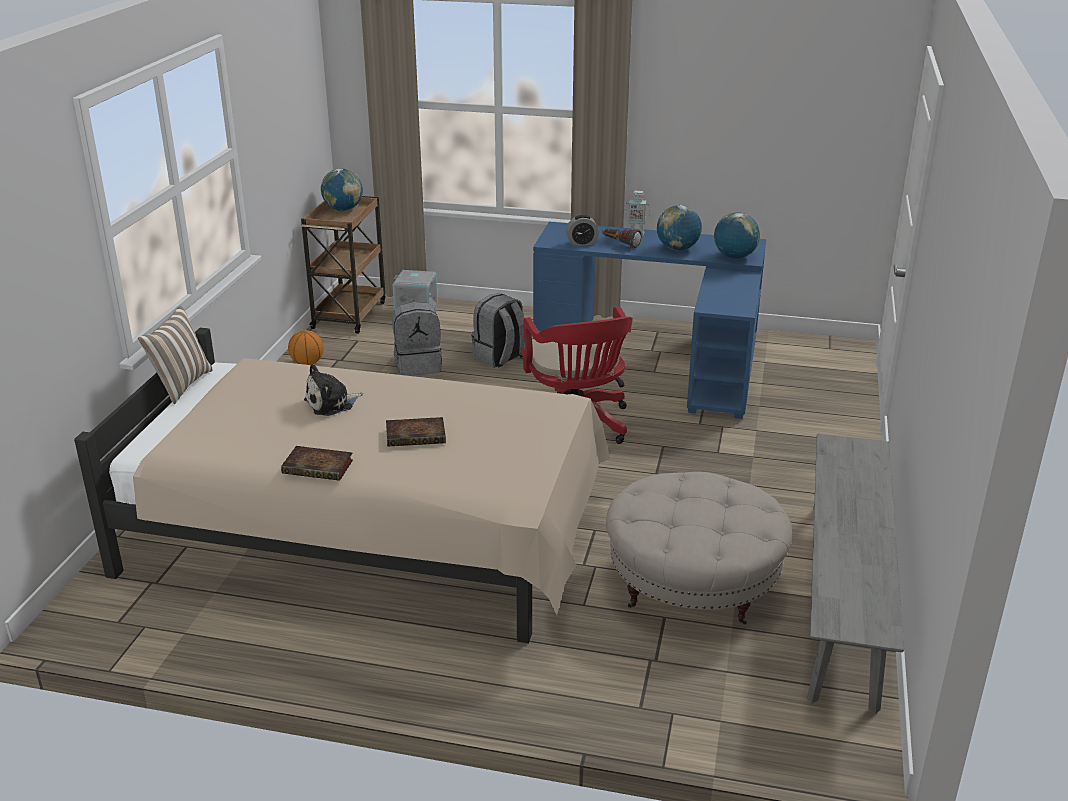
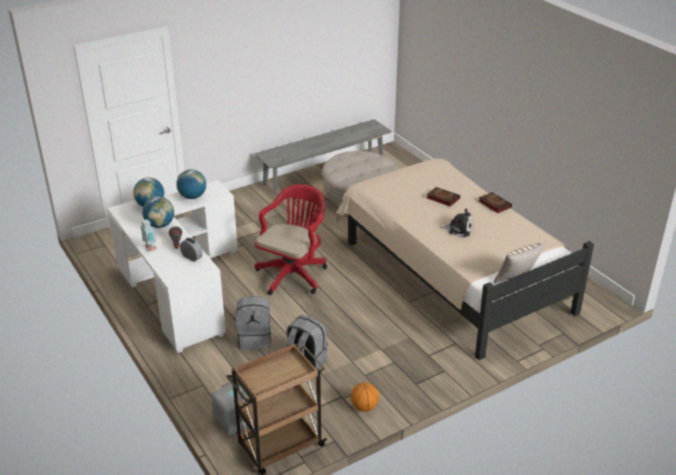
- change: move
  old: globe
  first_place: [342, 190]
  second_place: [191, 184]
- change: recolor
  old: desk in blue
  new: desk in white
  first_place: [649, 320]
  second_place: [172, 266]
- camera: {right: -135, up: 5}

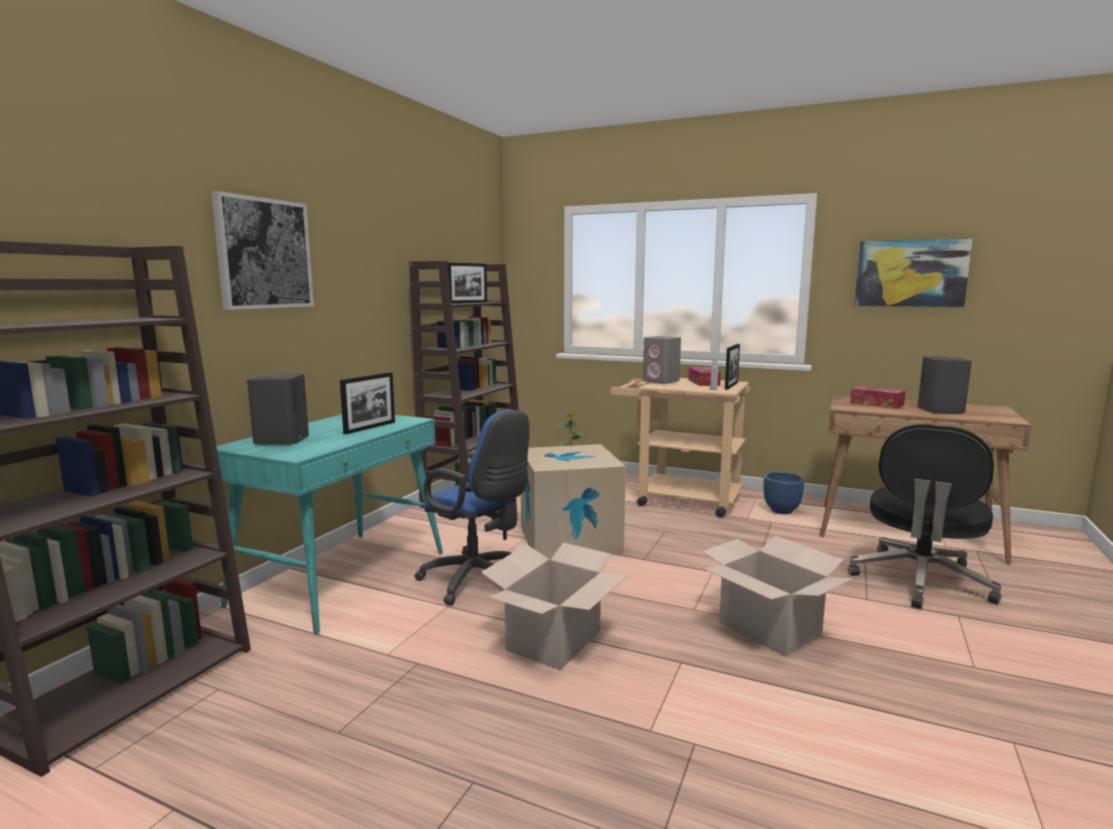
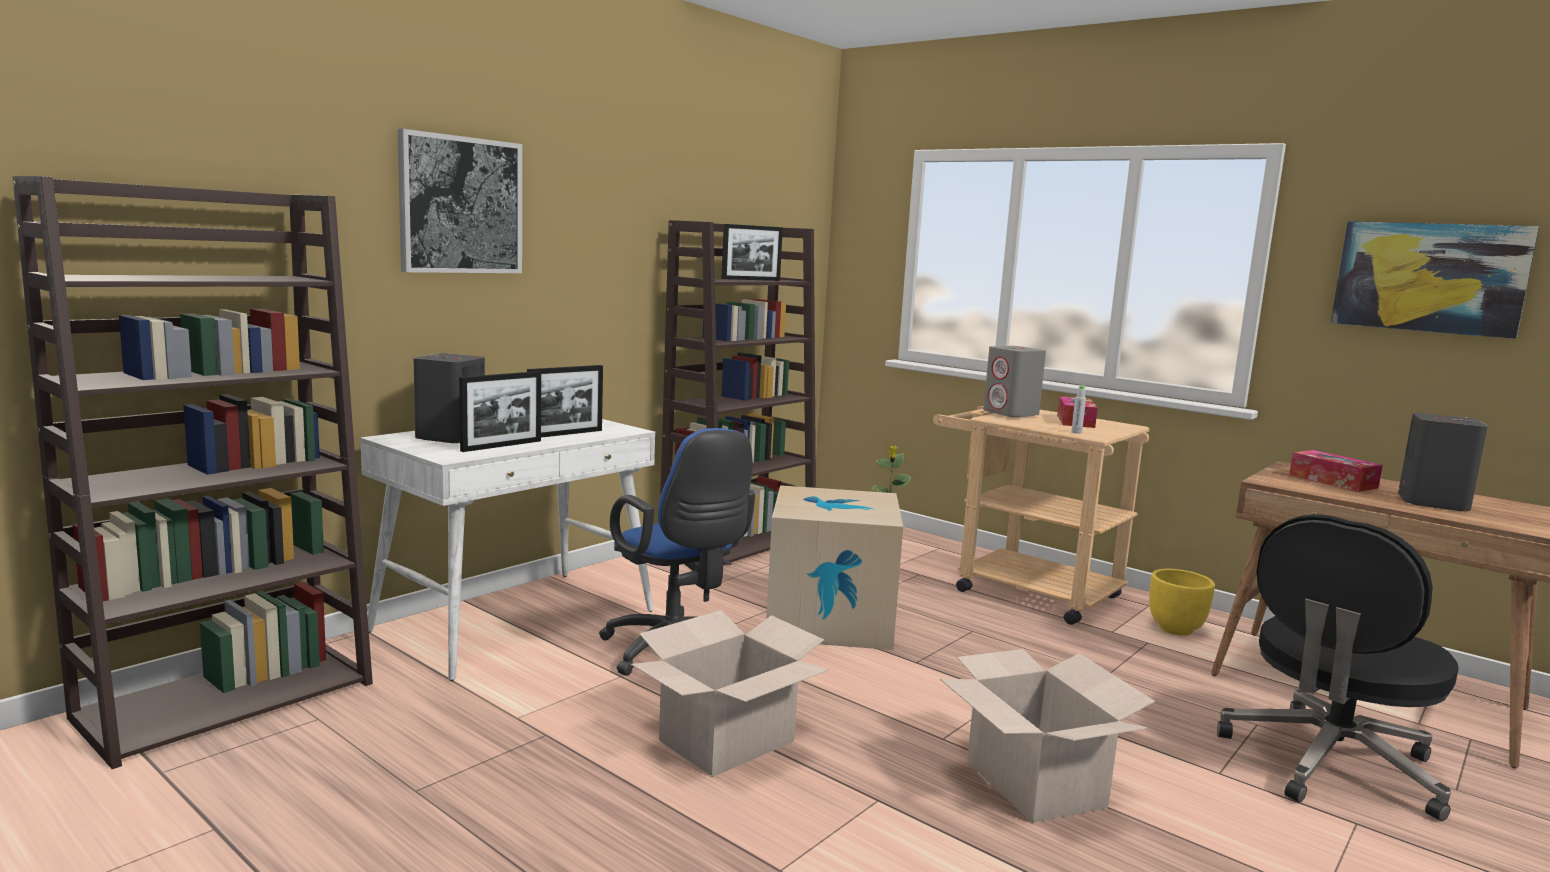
- change: recolor
  old: desk in turquoise
  new: desk in white
  first_place: [329, 524]
  second_place: [507, 550]
- change: move
  old: picture frame
  first_place: [732, 367]
  second_place: [500, 411]
- change: recolor
  old: planter in blue
  new: planter in yellow
  first_place: [784, 493]
  second_place: [1182, 602]
- camera: {right: 15, up: 0}

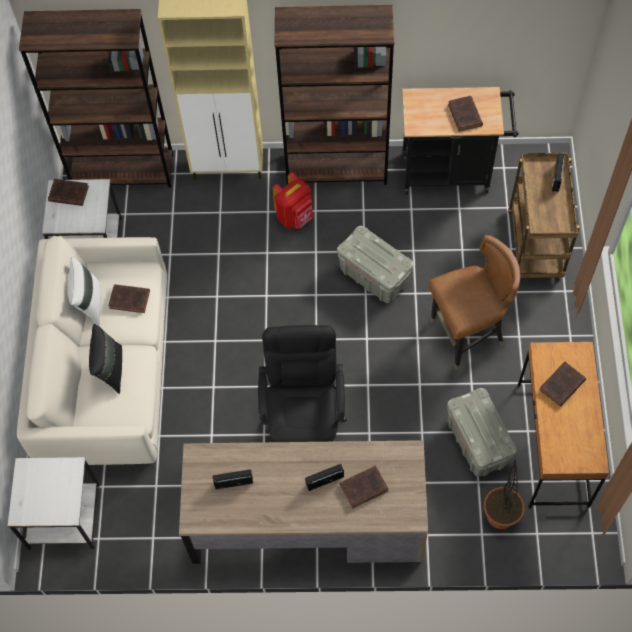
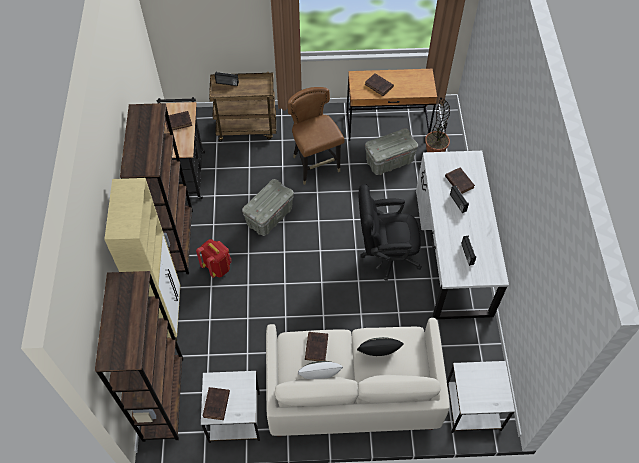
- change: recolor
  old: desk in brown
  new: desk in white
  first_place: [303, 502]
  second_place: [462, 235]
- camera: {right: -95, up: -5}

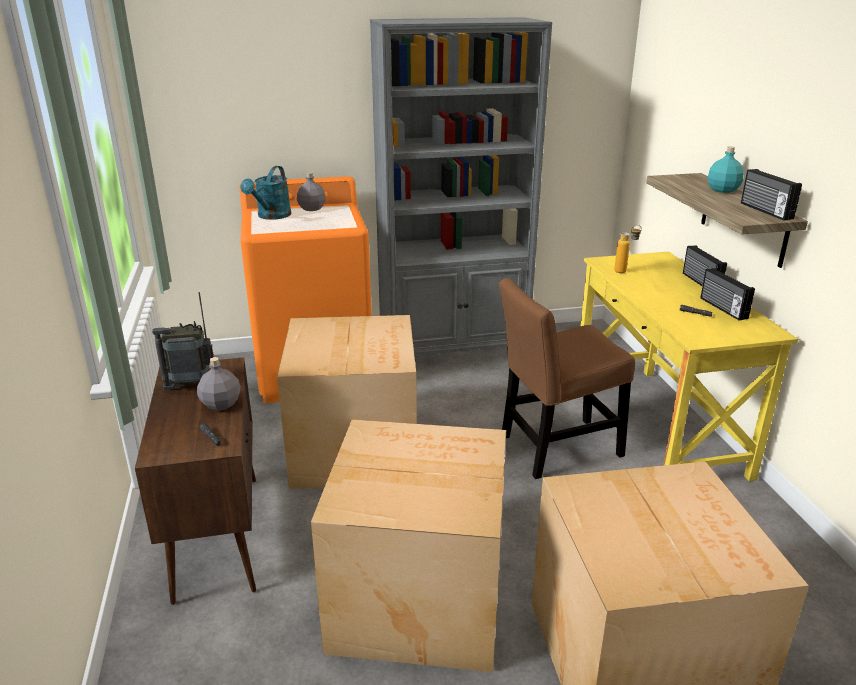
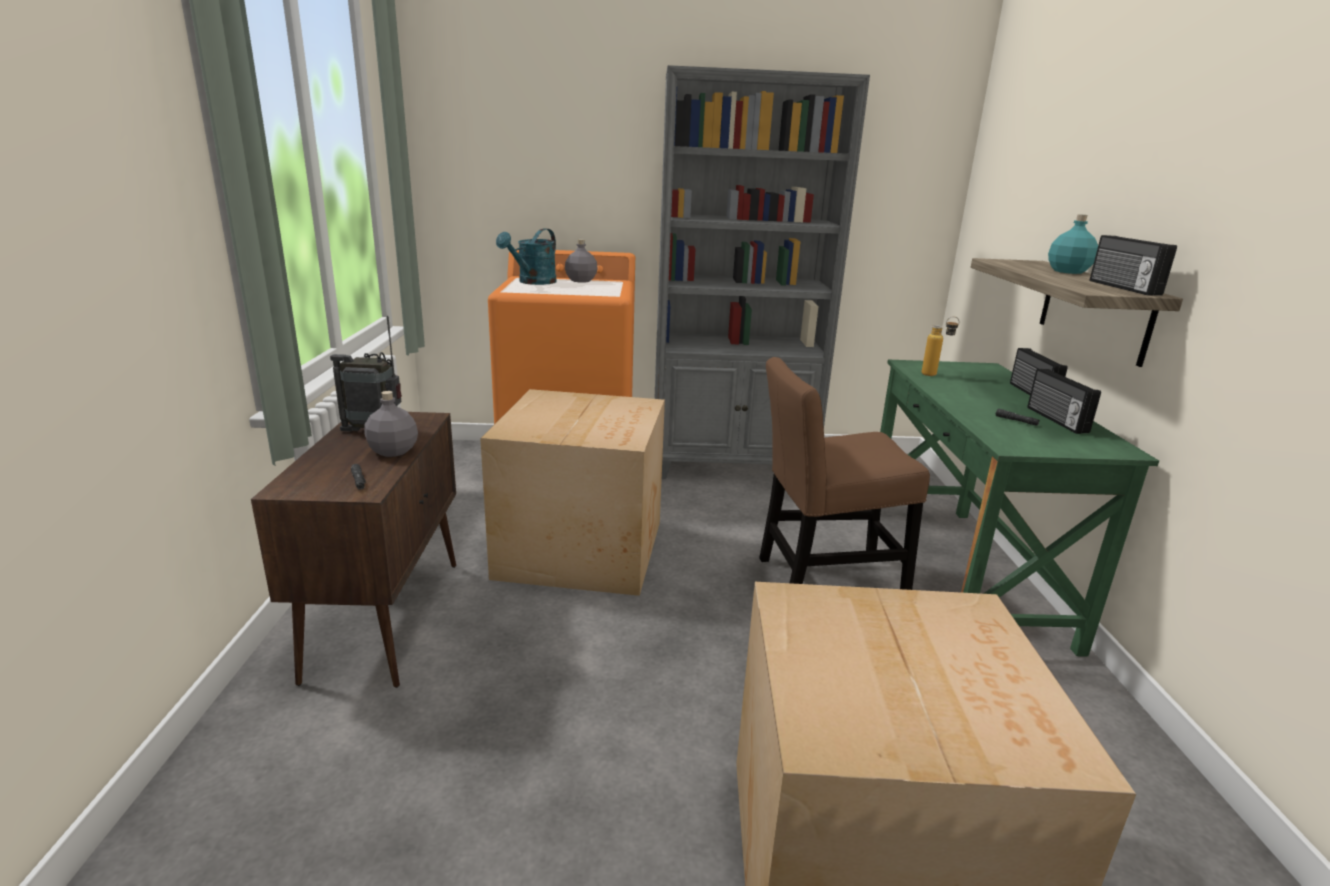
- change: delete
  old: cardboard box
  first_place: [408, 545]
- change: recolor
  old: desk in yellow
  new: desk in green
  first_place: [689, 366]
  second_place: [1019, 508]
- camera: {right: 10, up: -5}

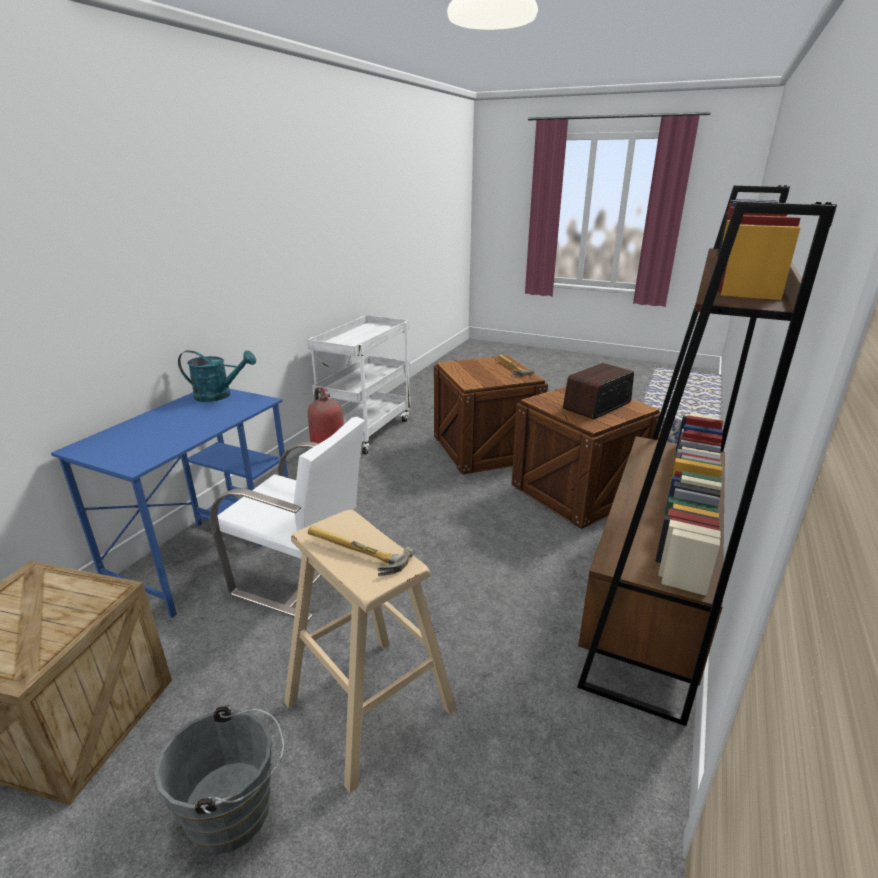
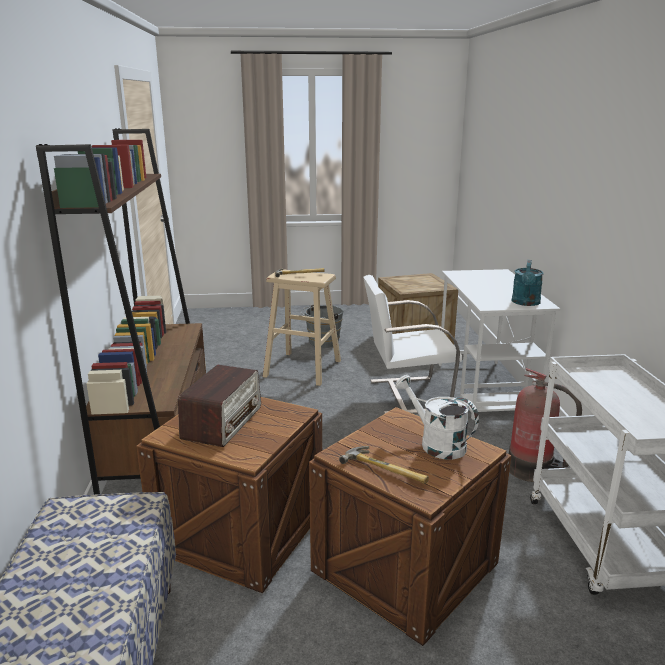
- change: recolor
  old: desk in blue
  new: desk in white
  first_place: [169, 503]
  second_place: [499, 344]
- change: rotate
  old: watering can in turquoise
  first_place: [217, 376]
  second_place: [527, 283]
  degrees: -45
- change: insert
  new: watering can in white
  second_place: [437, 417]
- camera: {right: 150, up: -5}

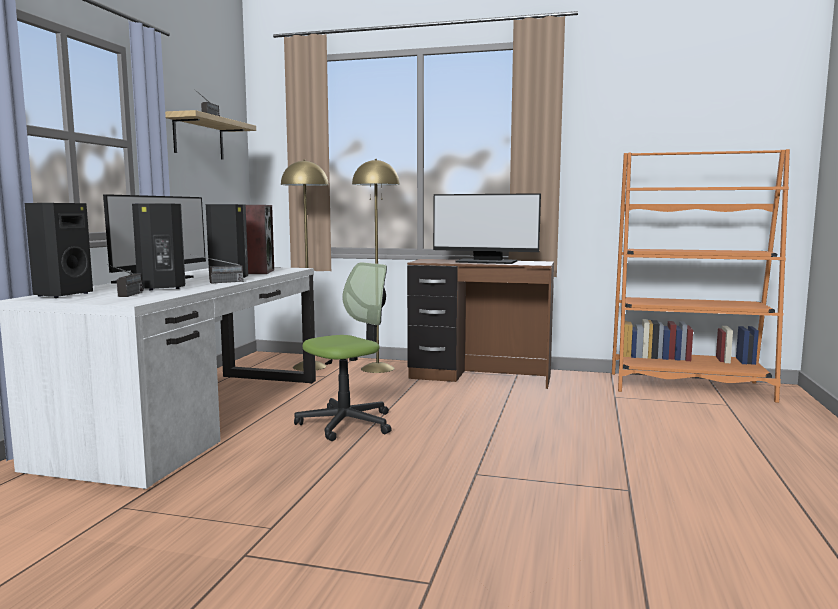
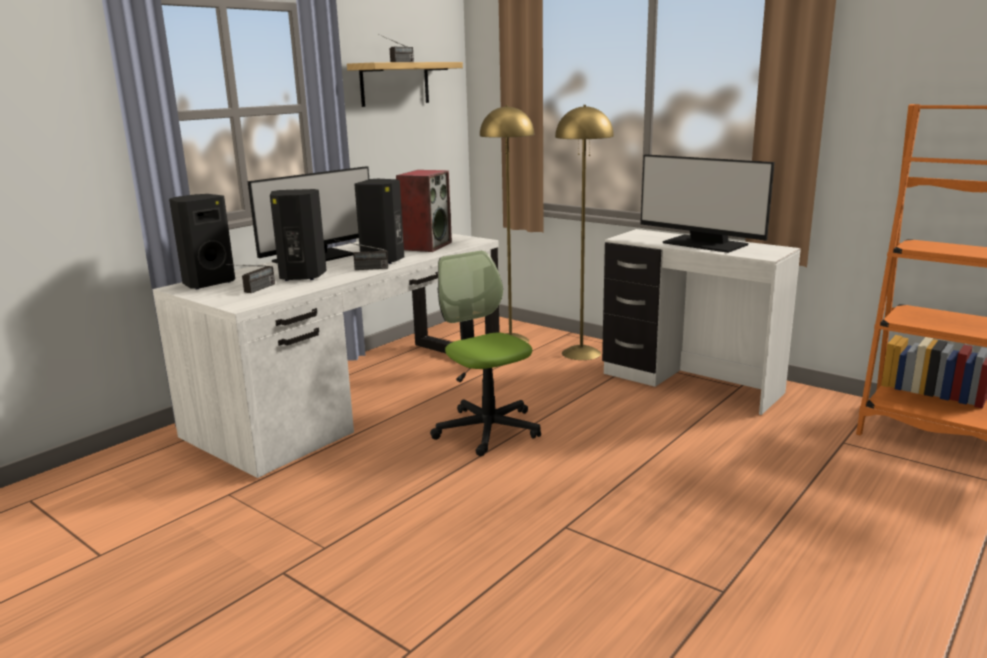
- change: rotate
  old: office chair
  first_place: [343, 351]
  second_place: [485, 353]
  degrees: -105
- change: recolor
  old: desk in brown
  new: desk in white
  first_place: [480, 324]
  second_place: [701, 322]
- camera: {right: 25, up: 10}

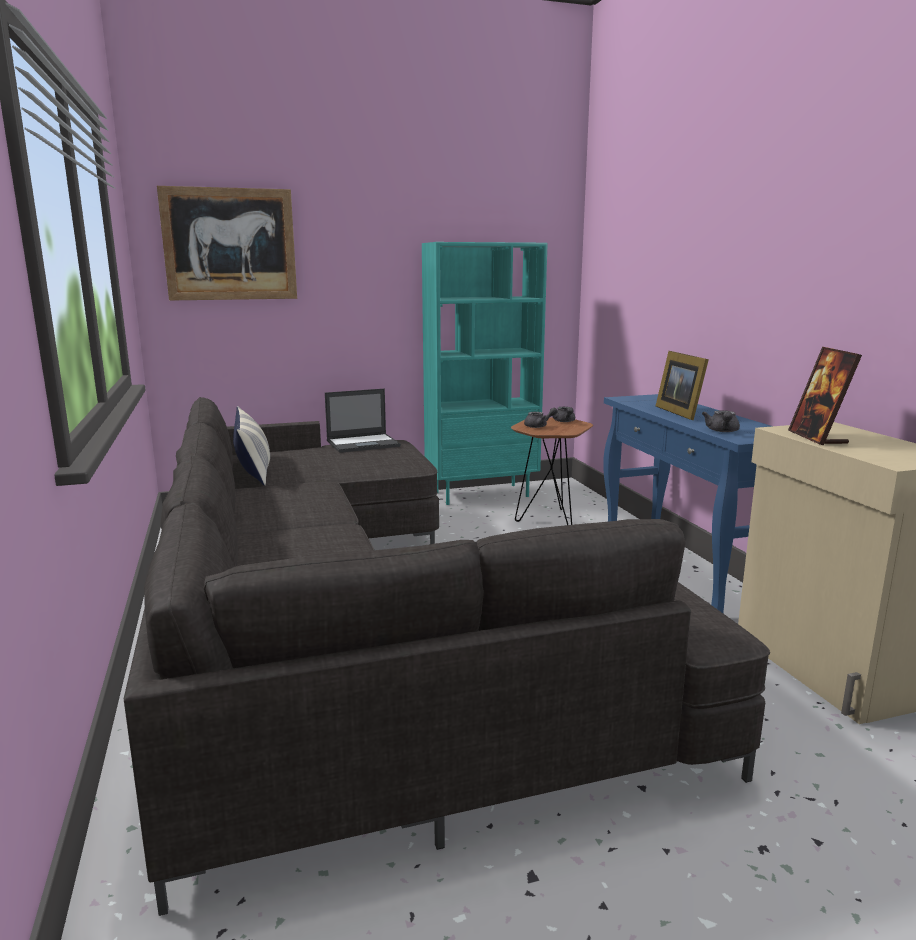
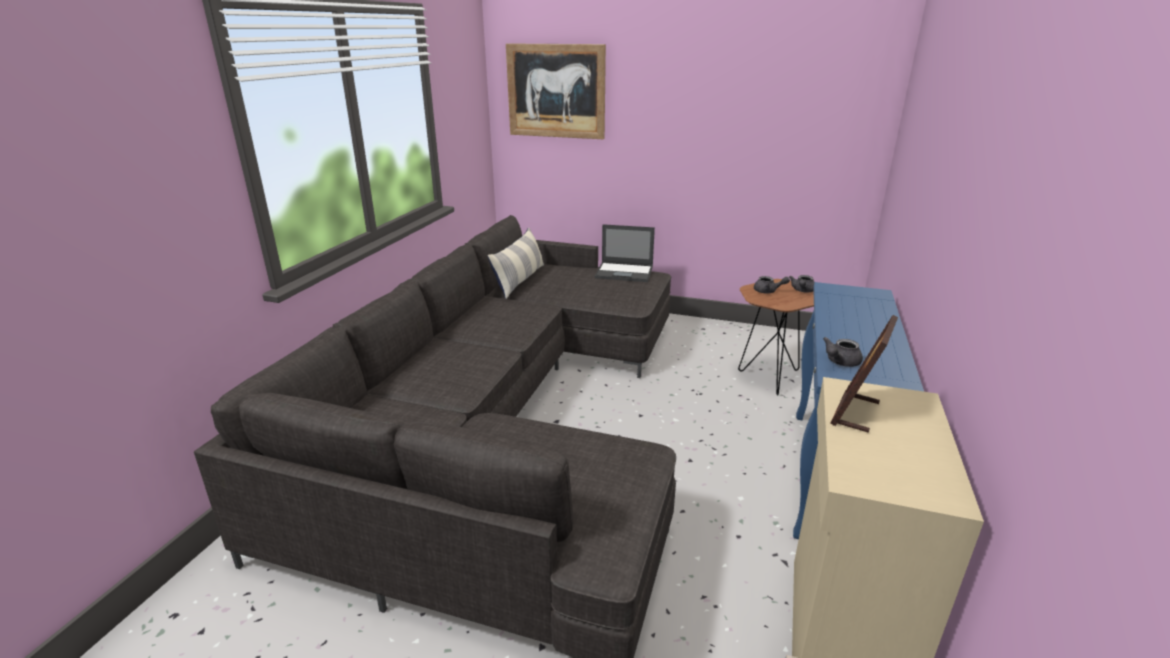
- change: delete
  old: bookcase in turquoise
  first_place: [485, 373]
- change: delete
  old: picture frame
  first_place: [682, 385]
- camera: {right: 35, up: 10}

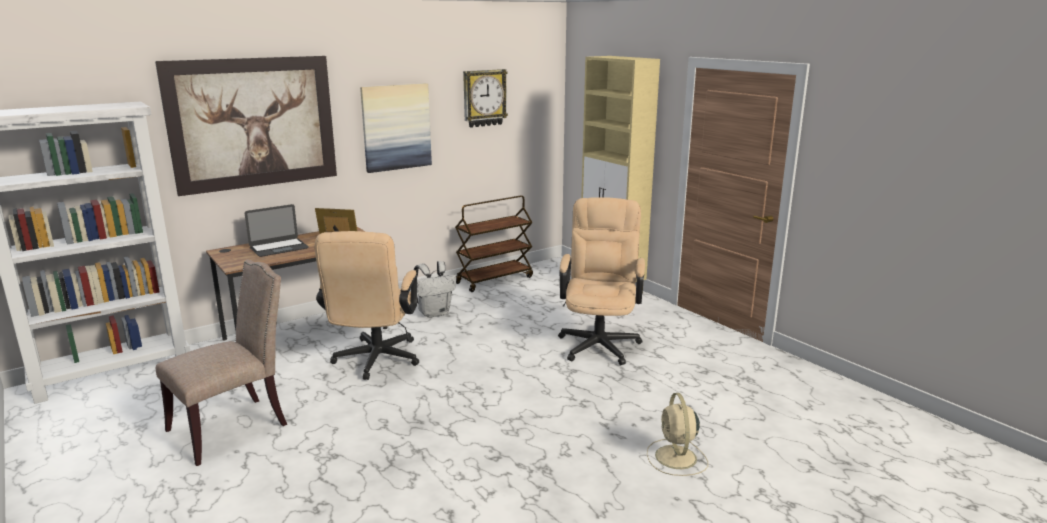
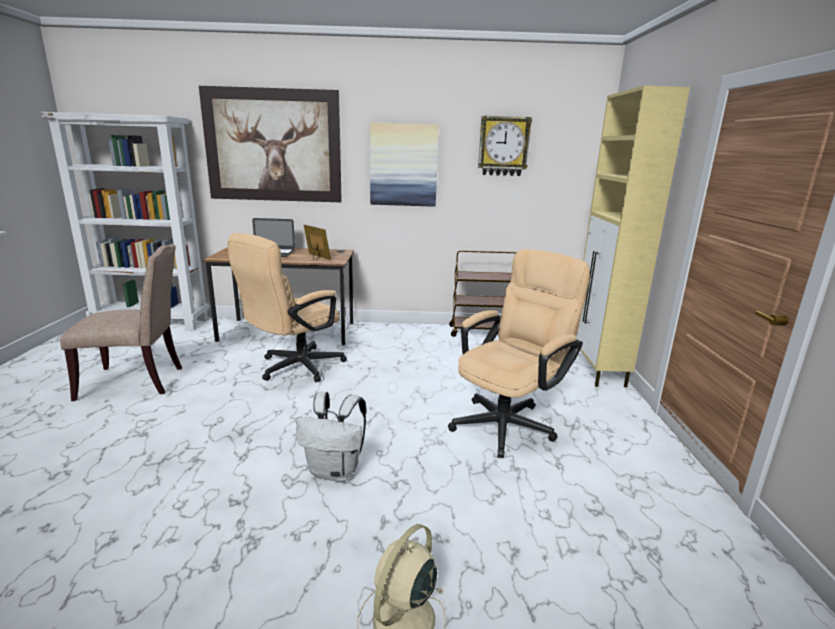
- change: move
  old: backpack in white
  first_place: [435, 289]
  second_place: [331, 436]
- camera: {right: 35, up: 0}

